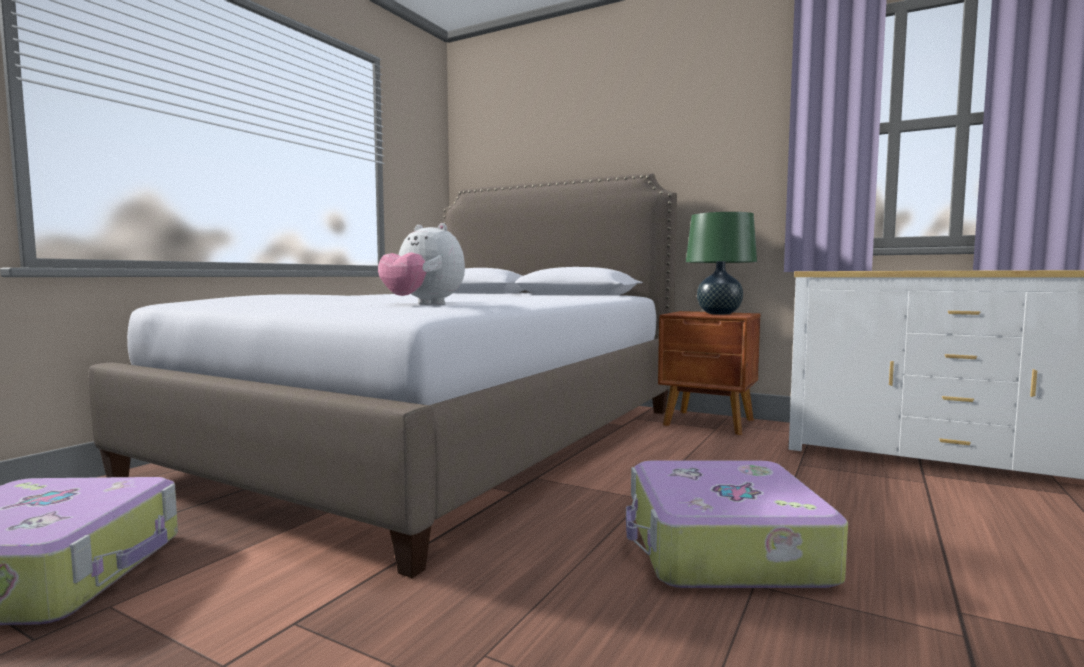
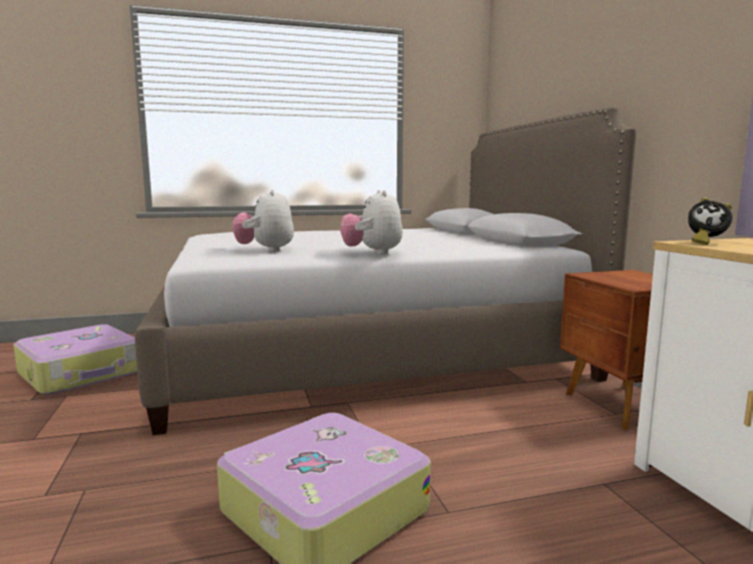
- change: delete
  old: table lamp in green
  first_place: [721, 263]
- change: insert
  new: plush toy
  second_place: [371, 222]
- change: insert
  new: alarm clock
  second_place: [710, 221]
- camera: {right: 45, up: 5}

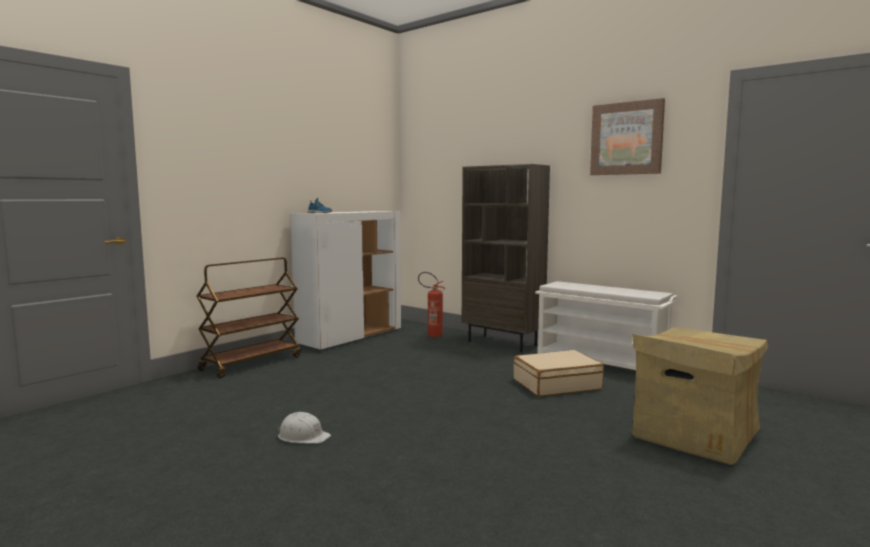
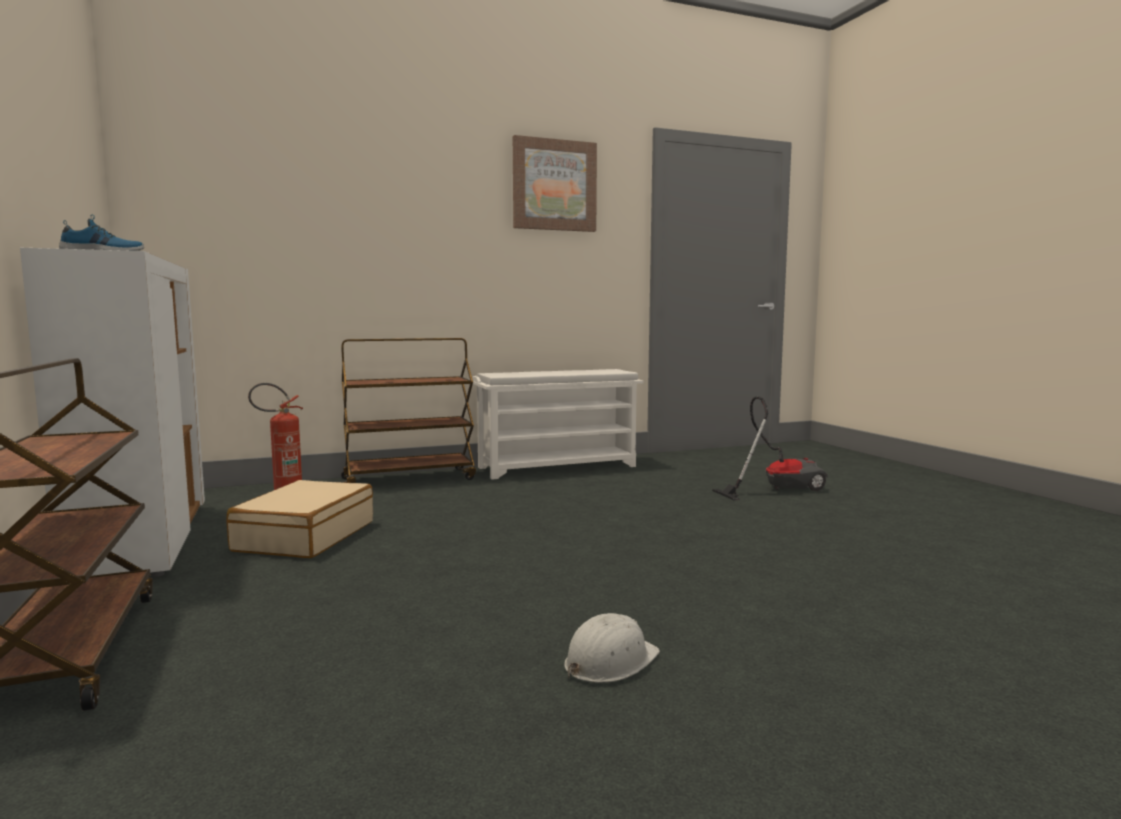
- change: replace
  old: bookcase in brown
  new: cart in brown
  first_place: [506, 258]
  second_place: [408, 410]
- change: move
  old: suitcase in beige
  first_place: [558, 373]
  second_place: [299, 519]
- change: replace
  old: cardboard box
  new: vacuum cleaner
  first_place: [700, 396]
  second_place: [770, 448]
- camera: {right: -60, up: 0}

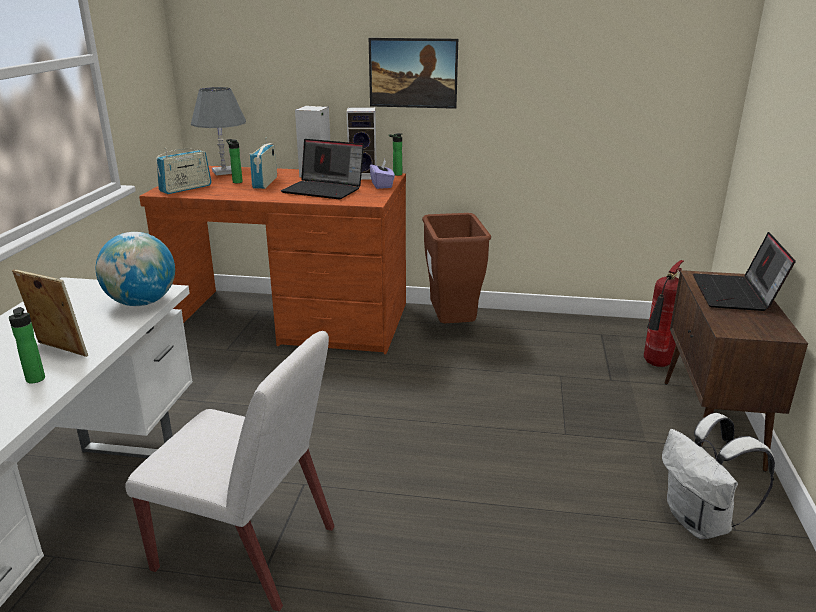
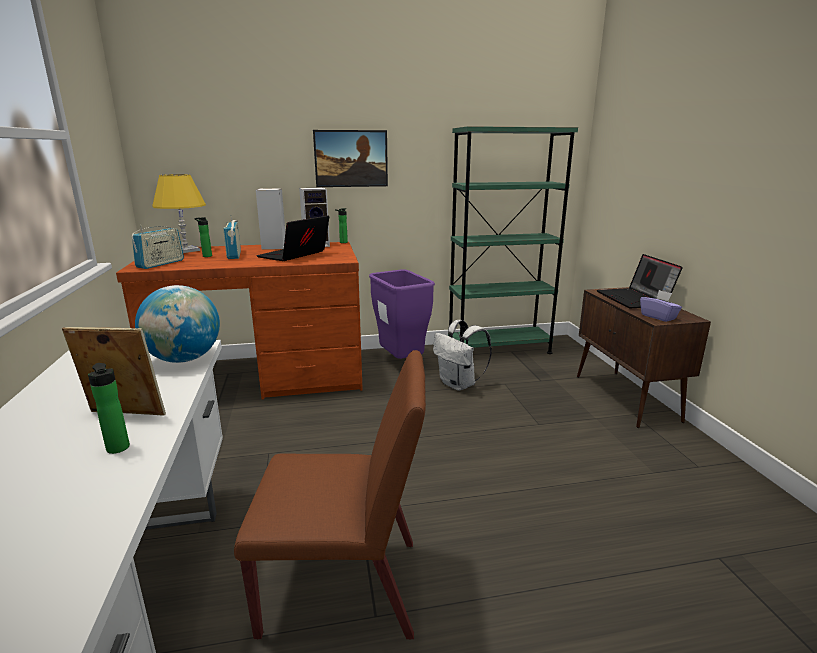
- change: recolor
  old: chair in white
  new: chair in brown
  first_place: [230, 471]
  second_place: [330, 495]
- change: recolor
  old: table lamp in grey
  new: table lamp in yellow
  first_place: [218, 131]
  second_place: [179, 213]
- change: rotate
  old: laptop
  first_place: [322, 169]
  second_place: [292, 238]
  degrees: 120
- change: move
  old: tissue box in purple
  first_place: [382, 174]
  second_place: [661, 306]
- change: recolor
  old: trash can in brown
  new: trash can in purple
  first_place: [456, 268]
  second_place: [402, 314]
- change: delete
  old: fire extinguisher
  first_place: [664, 313]
- change: move
  old: backpack in white
  first_place: [718, 476]
  second_place: [462, 355]
- change: insert
  new: bookcase in green
  second_place: [513, 240]
- camera: {right: -20, up: -5}

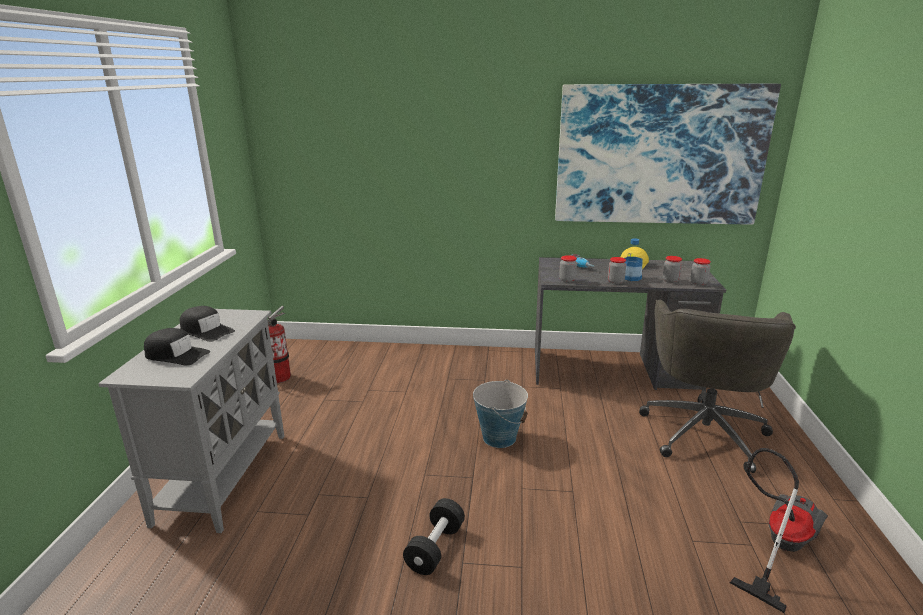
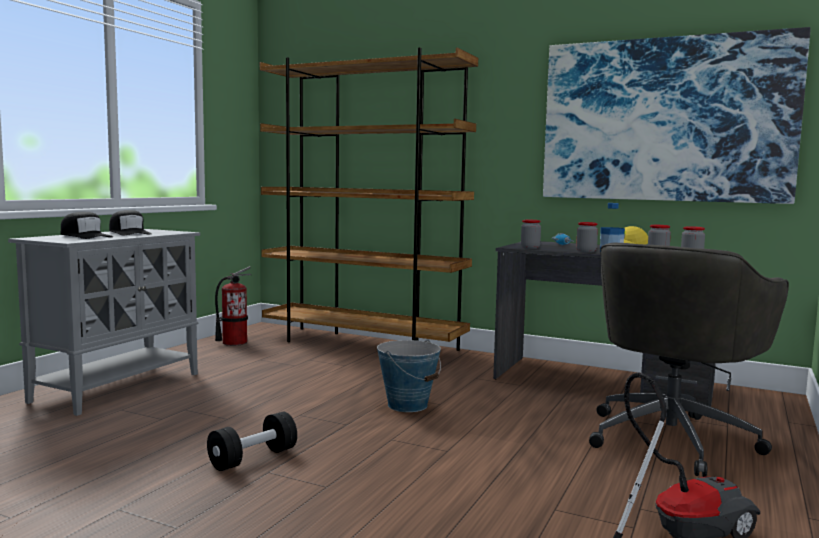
- change: insert
  new: bookcase in brown
  second_place: [369, 199]
- camera: {right: 20, up: -15}

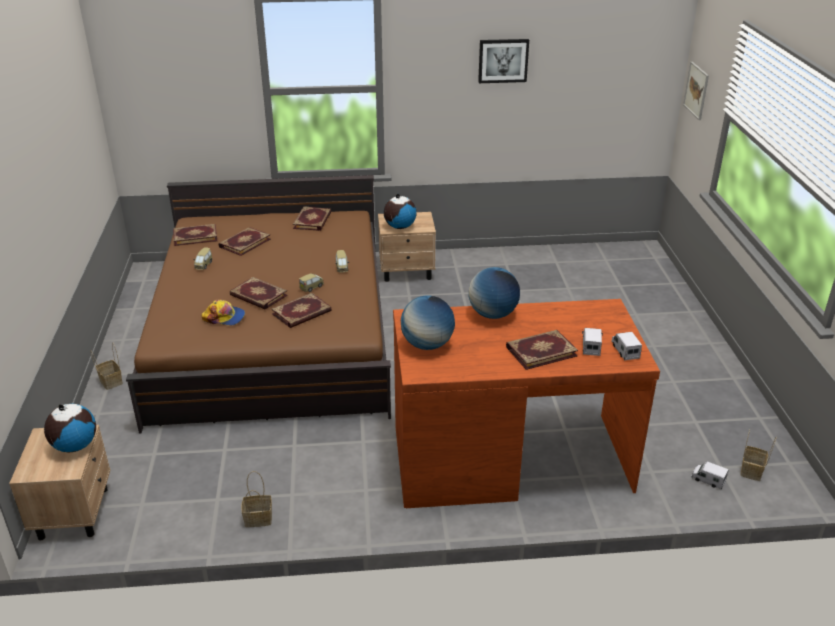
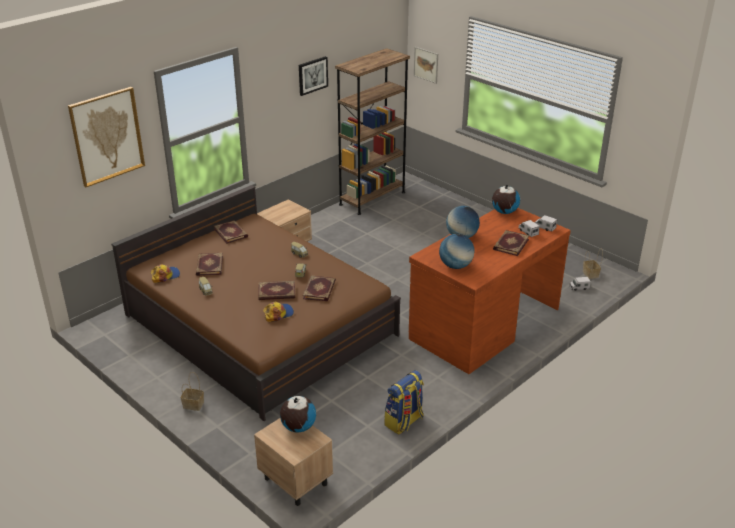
- change: replace
  old: book
  new: cap
  first_place: [195, 235]
  second_place: [165, 273]
- change: replace
  old: basket
  new: backpack
  first_place: [257, 499]
  second_place: [404, 402]
- change: move
  old: globe
  first_place: [400, 211]
  second_place: [506, 199]
- change: insert
  new: picture
  second_place: [106, 137]
- change: insert
  new: bookcase in brown
  second_place: [372, 131]
- camera: {right: -40, up: 0}

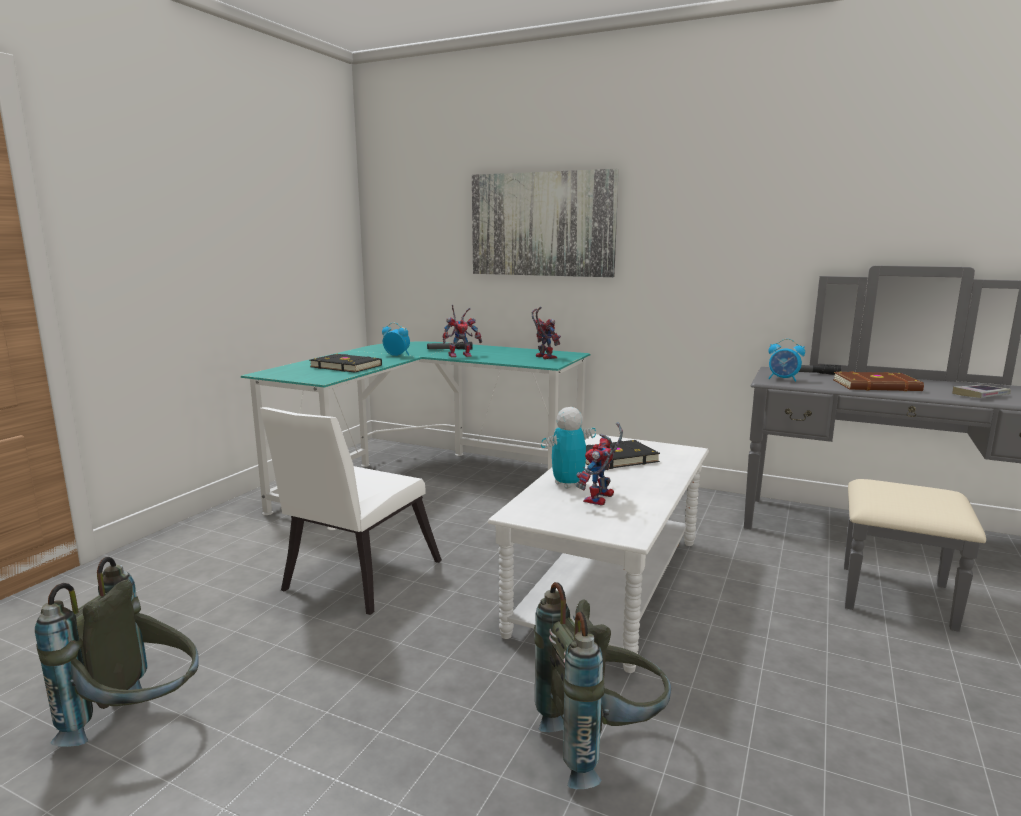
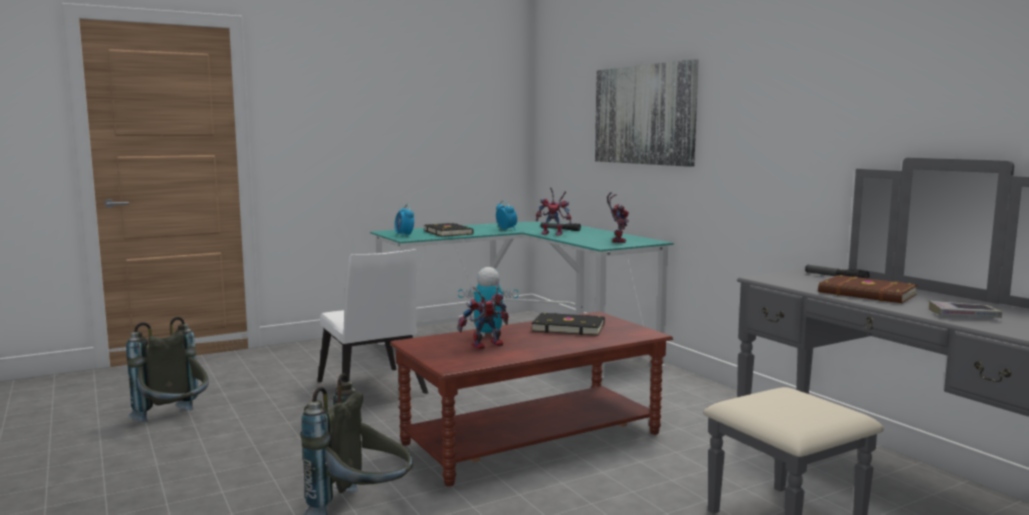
- change: rotate
  old: chair in white
  first_place: [351, 511]
  second_place: [372, 321]
  degrees: -90
- change: recolor
  old: coffee table in white
  new: coffee table in brown
  first_place: [598, 553]
  second_place: [531, 399]
- change: move
  old: alarm clock
  first_place: [786, 360]
  second_place: [404, 220]
- camera: {right: 35, up: -5}

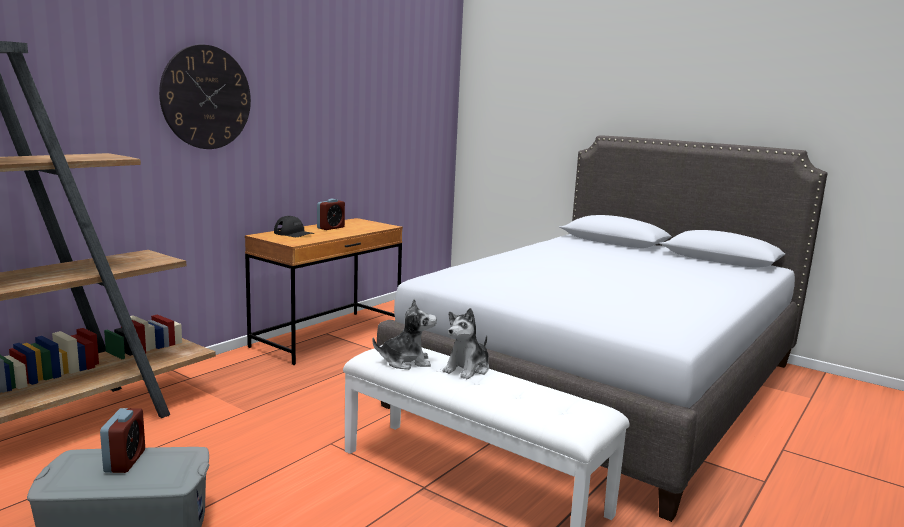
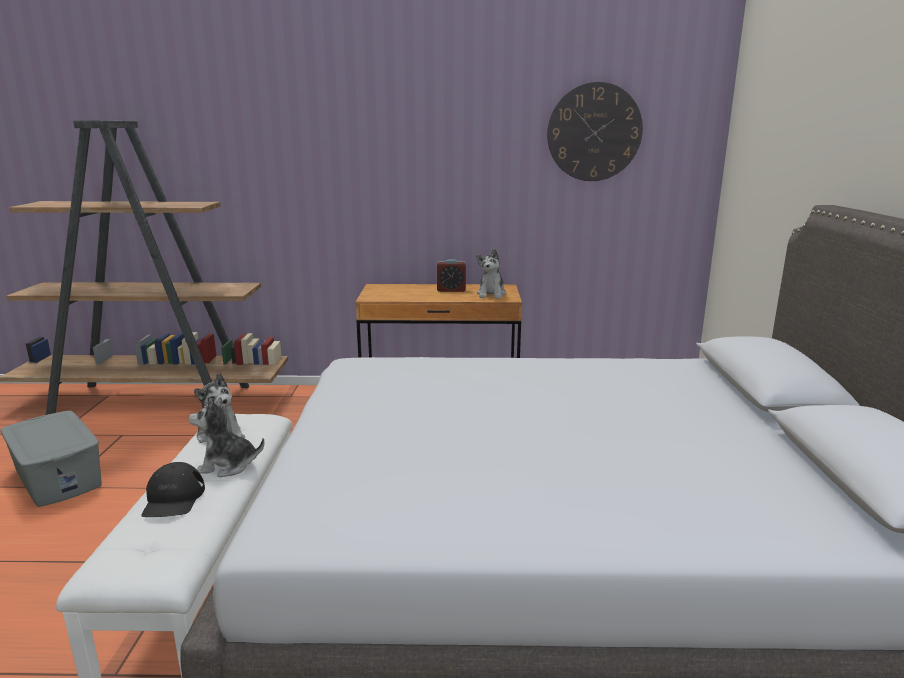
- change: delete
  old: alarm clock
  first_place: [122, 440]
- change: move
  old: wall clock
  first_place: [205, 97]
  second_place: [595, 131]
- change: move
  old: cap in black
  first_place: [294, 226]
  second_place: [173, 489]
- change: insert
  new: plush toy
  second_place: [491, 274]
- camera: {right: 55, up: 5}

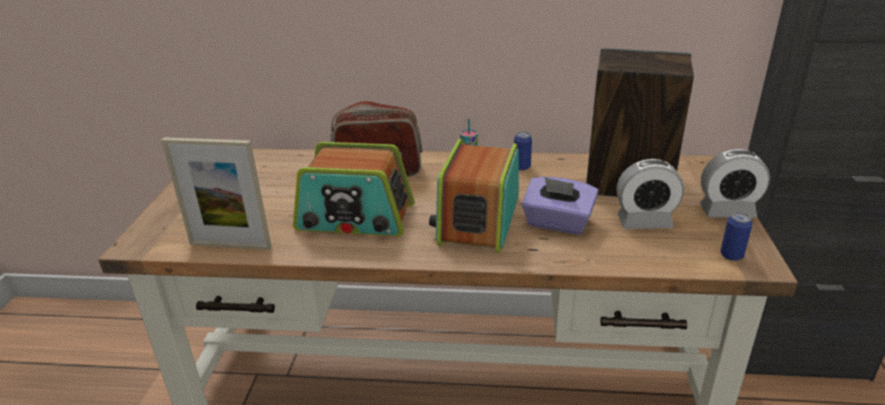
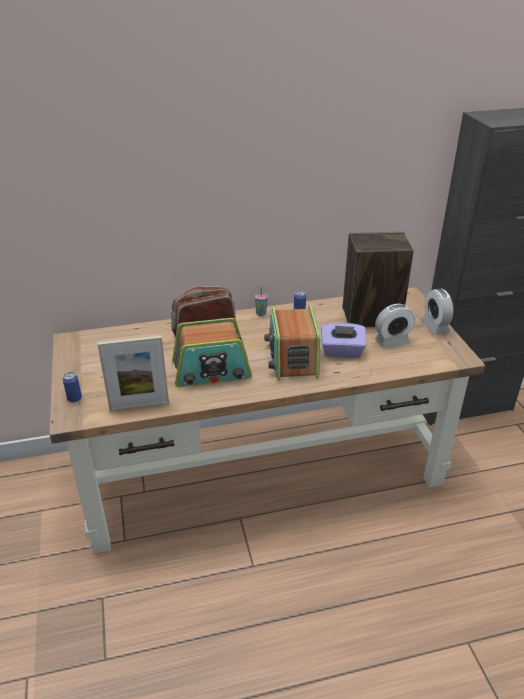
- change: rotate
  old: alarm clock
  first_place: [735, 183]
  second_place: [437, 312]
  degrees: 90
- change: move
  old: can
  first_place: [736, 236]
  second_place: [72, 387]
- camera: {right: -20, up: 5}

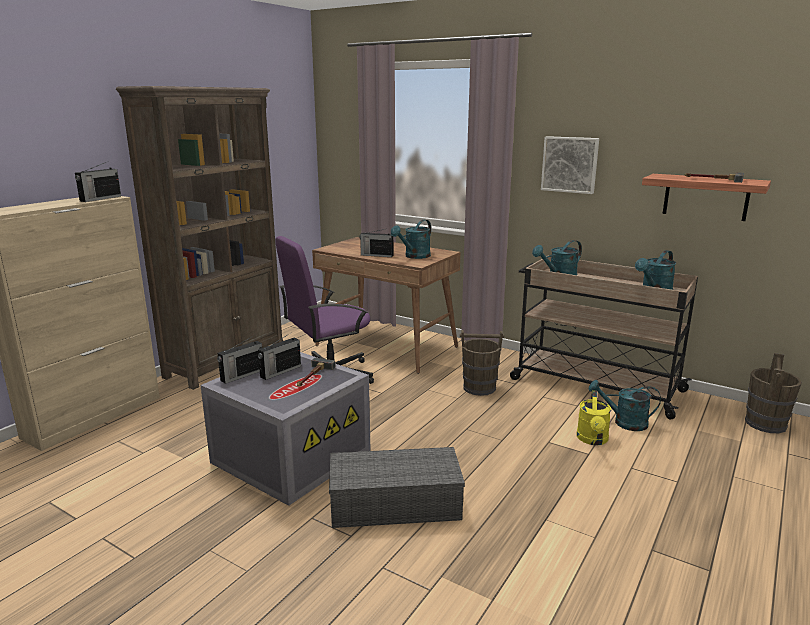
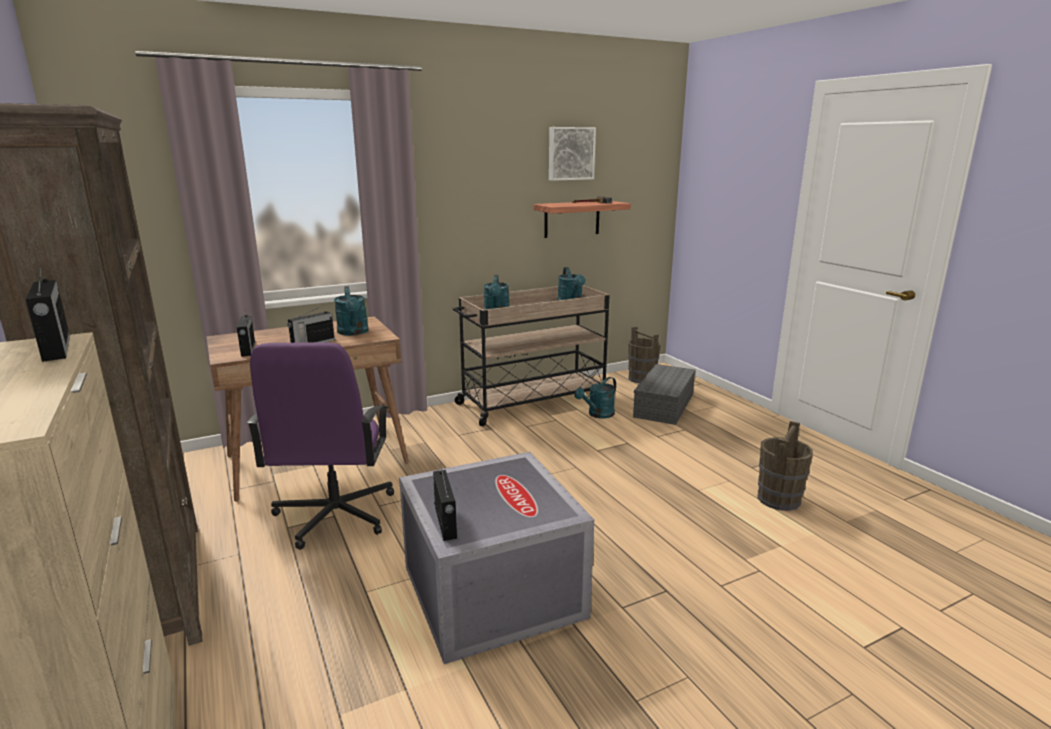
- change: move
  old: radio
  first_place: [279, 356]
  second_place: [246, 334]
- change: delete
  old: hammer
  first_place: [316, 372]
- change: move
  old: storage box in grey
  first_place: [397, 487]
  second_place: [664, 394]
- change: move
  old: bucket in brown
  first_place: [482, 363]
  second_place: [785, 466]
- change: move
  old: picture
  first_place: [570, 165]
  second_place: [572, 154]
- change: delete
  old: watering can in yellow
  first_place: [594, 418]
- camera: {right: -60, up: 0}

